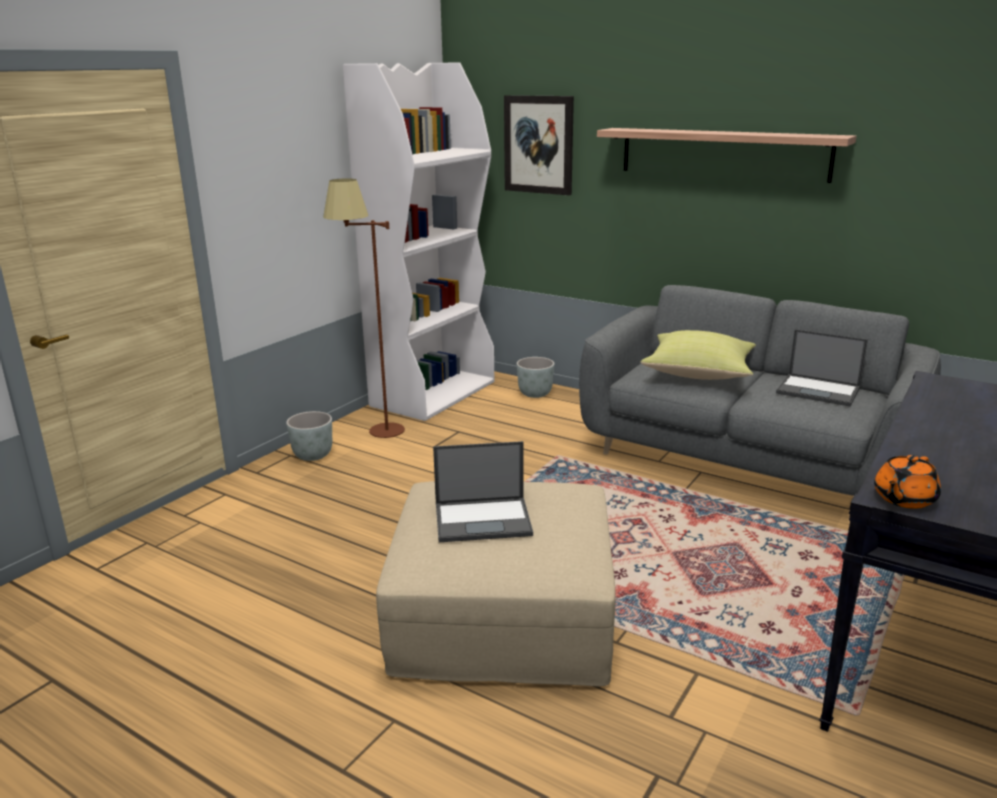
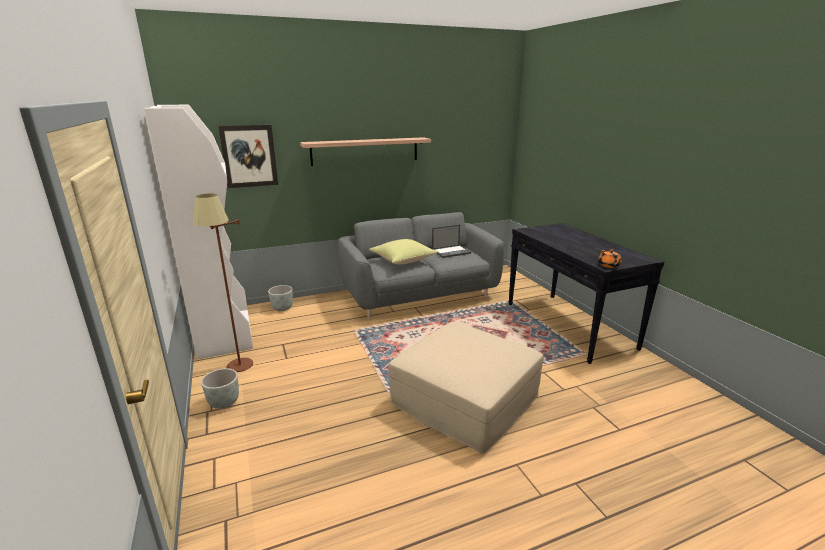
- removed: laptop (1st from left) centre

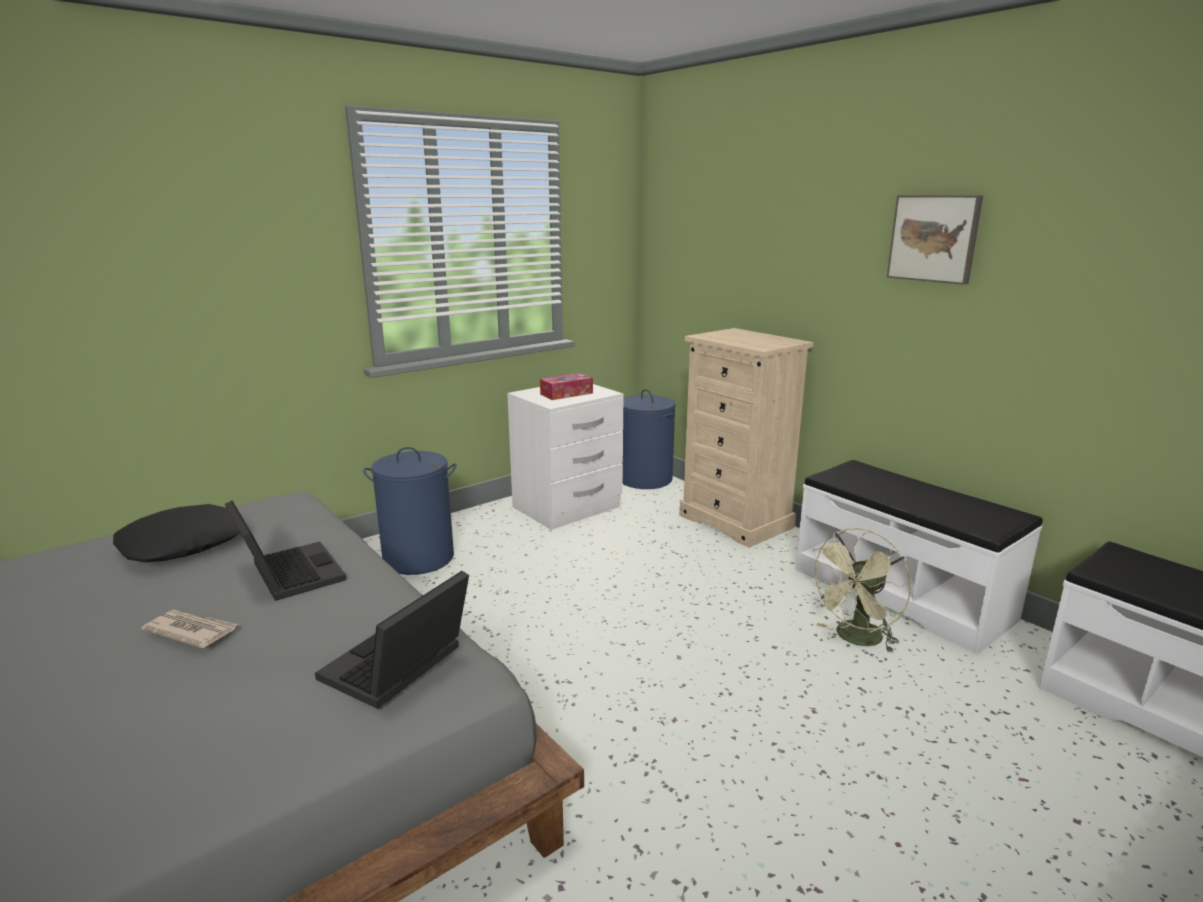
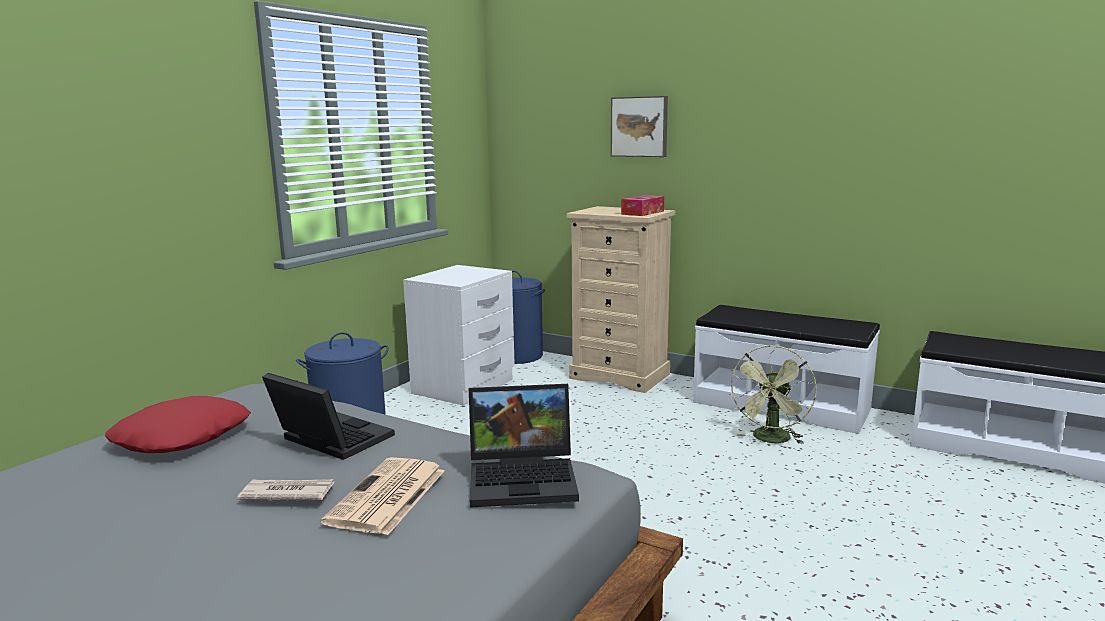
- recoloured: black pillow middle left to red pillow bottom left
- added: newspaper (2nd from left) bottom centre
- turned: laptop (2nd from left) bottom left = bottom centre 105 degrees counterclockwise
- moved: picture top right to top centre
- moved: tissue box centre to top centre

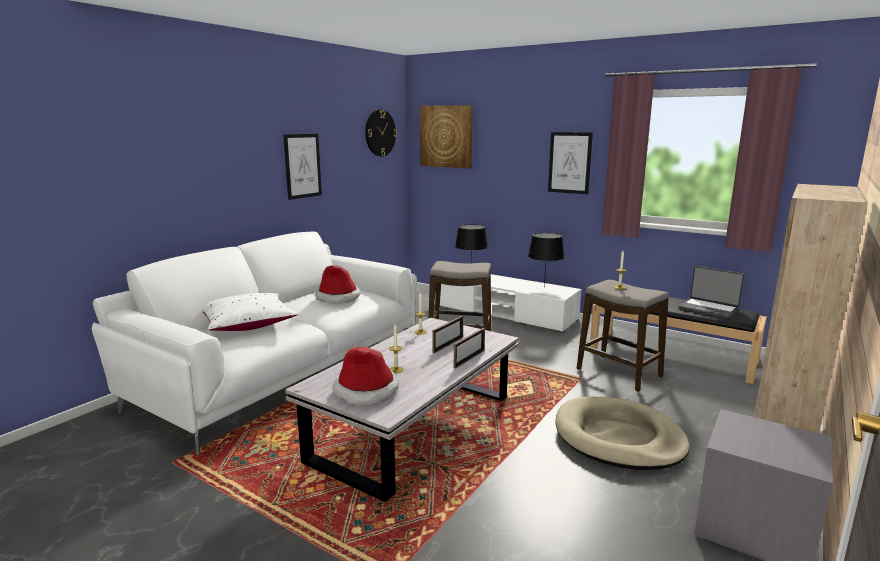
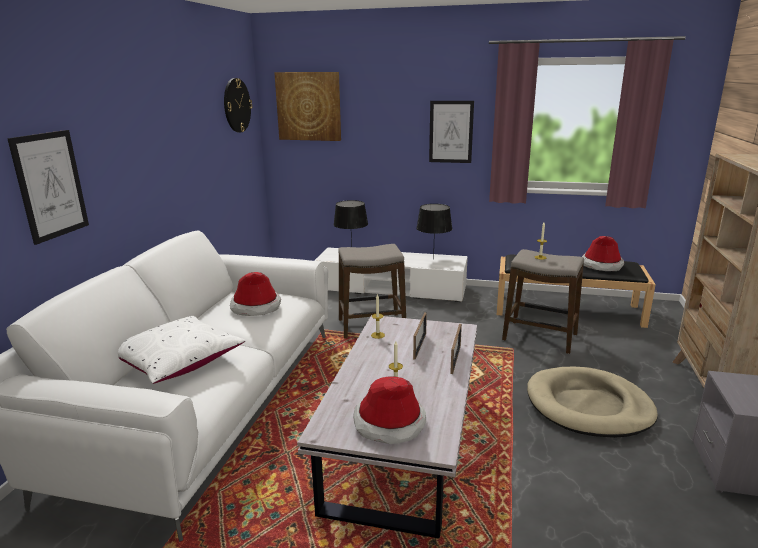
- moved: picture (1st from left) top centre to middle left
- replaced: laptop middle right to hat (3rd from left) middle right

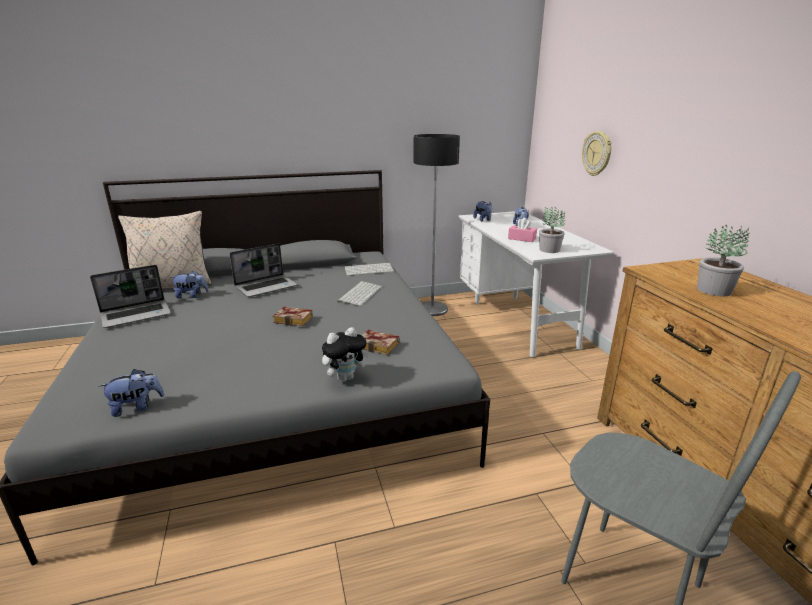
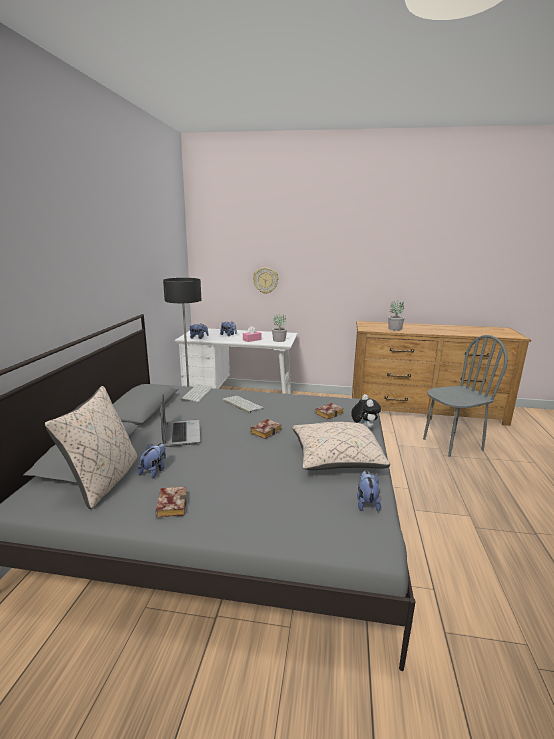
- replaced: laptop (1st from left) middle left to book (1st from left) bottom left
- added: beige pillow (2nd from left) centre

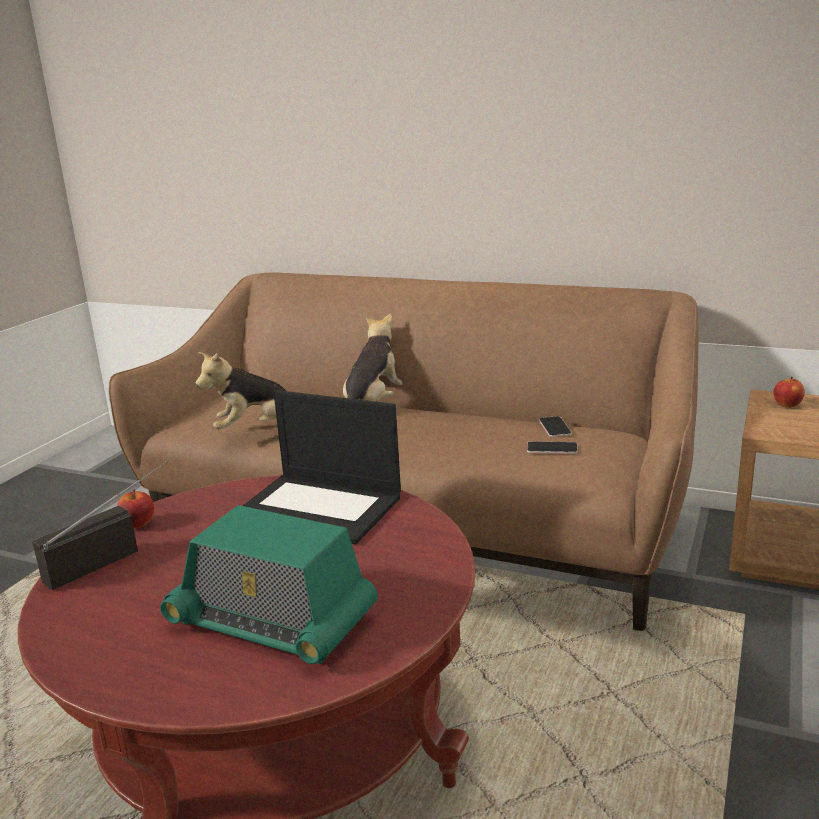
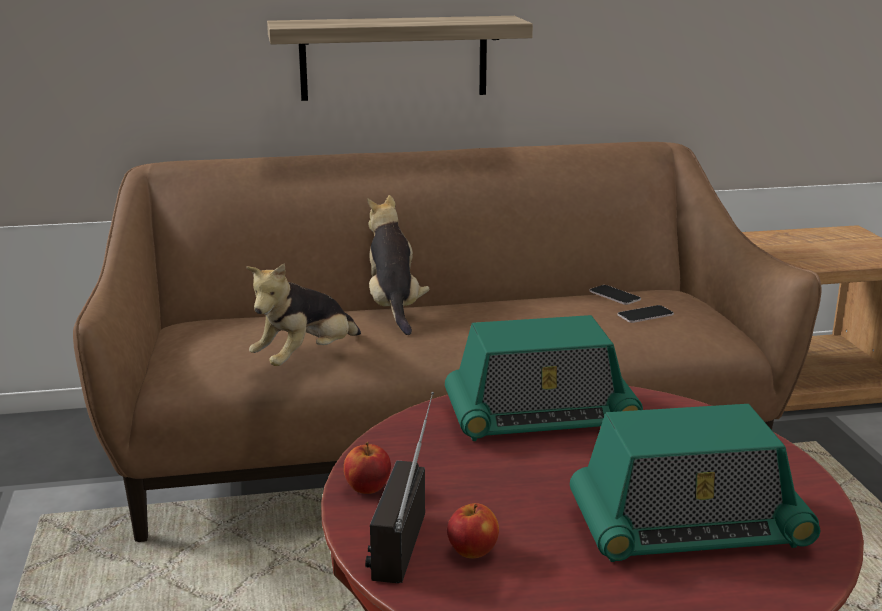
- added: shelf top centre
- replaced: laptop centre to radio (2nd from left) centre
- moved: apple (2nd from left) middle right to bottom centre

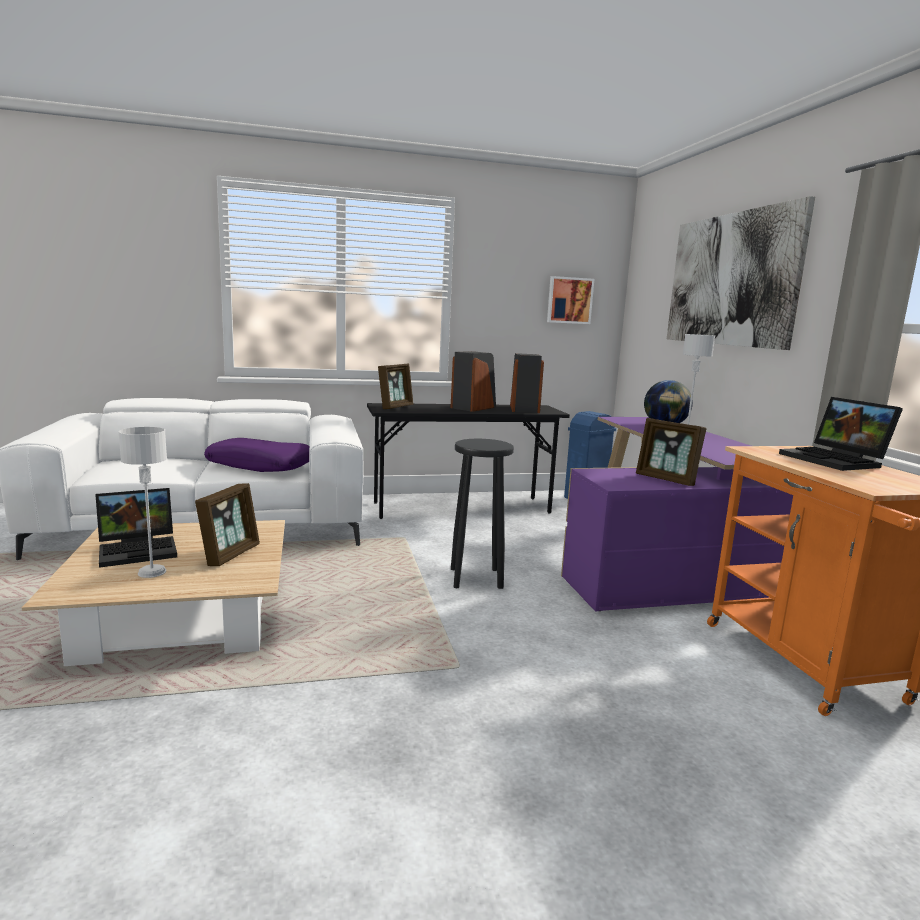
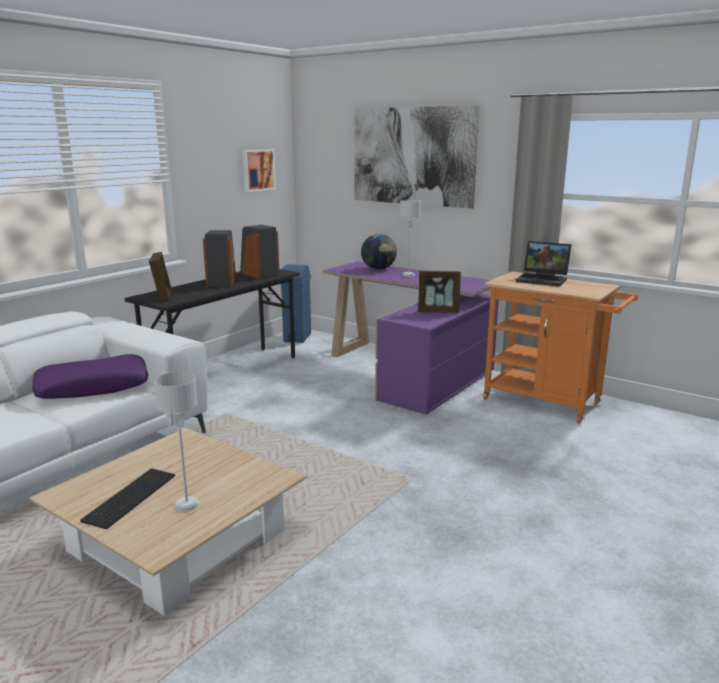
- replaced: laptop (1st from left) middle left to keyboard bottom left
- removed: picture frame (1st from left) middle left
- removed: black stool centre

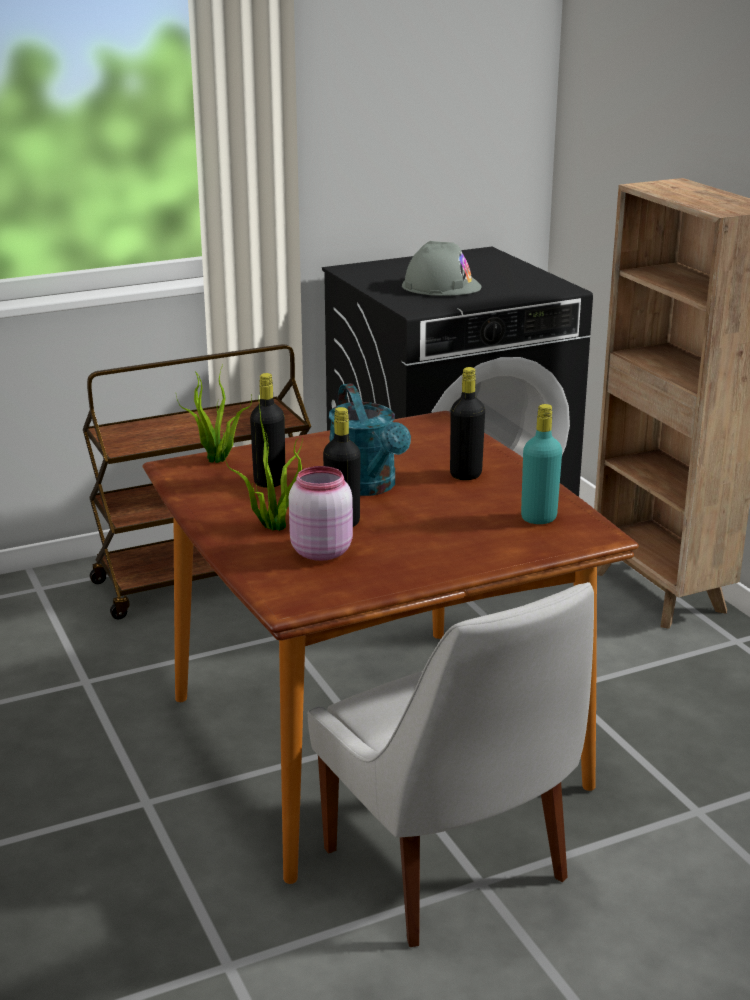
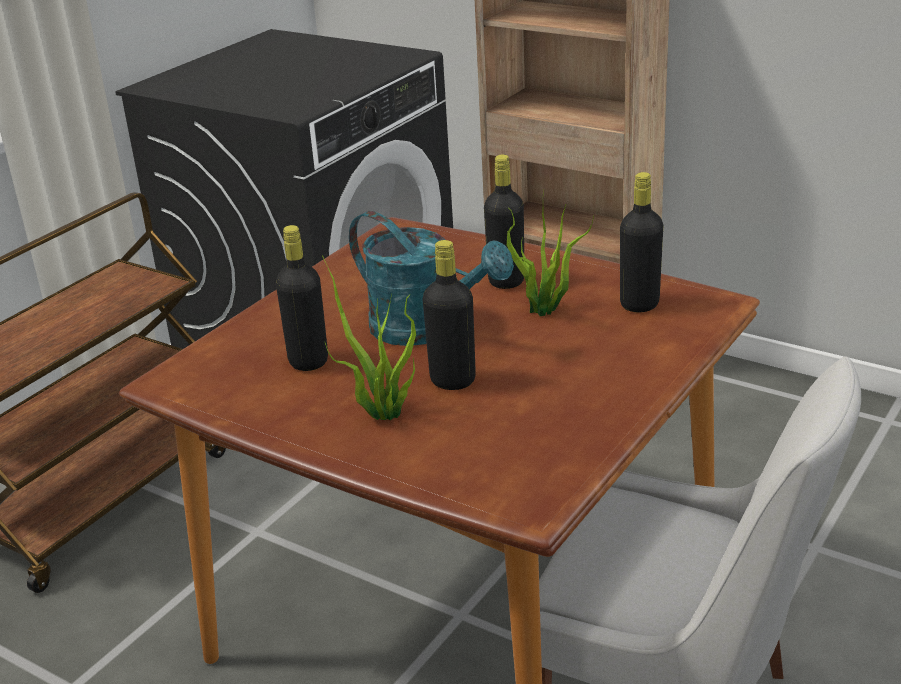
- moved: potted plant (1st from left in the first image) middle left to potted plant (2nd from left) centre
- recoloured: turquoise bottle middle right to black bottle (4th from left) middle right
- removed: pink jar centre
- removed: grey hard hat top centre

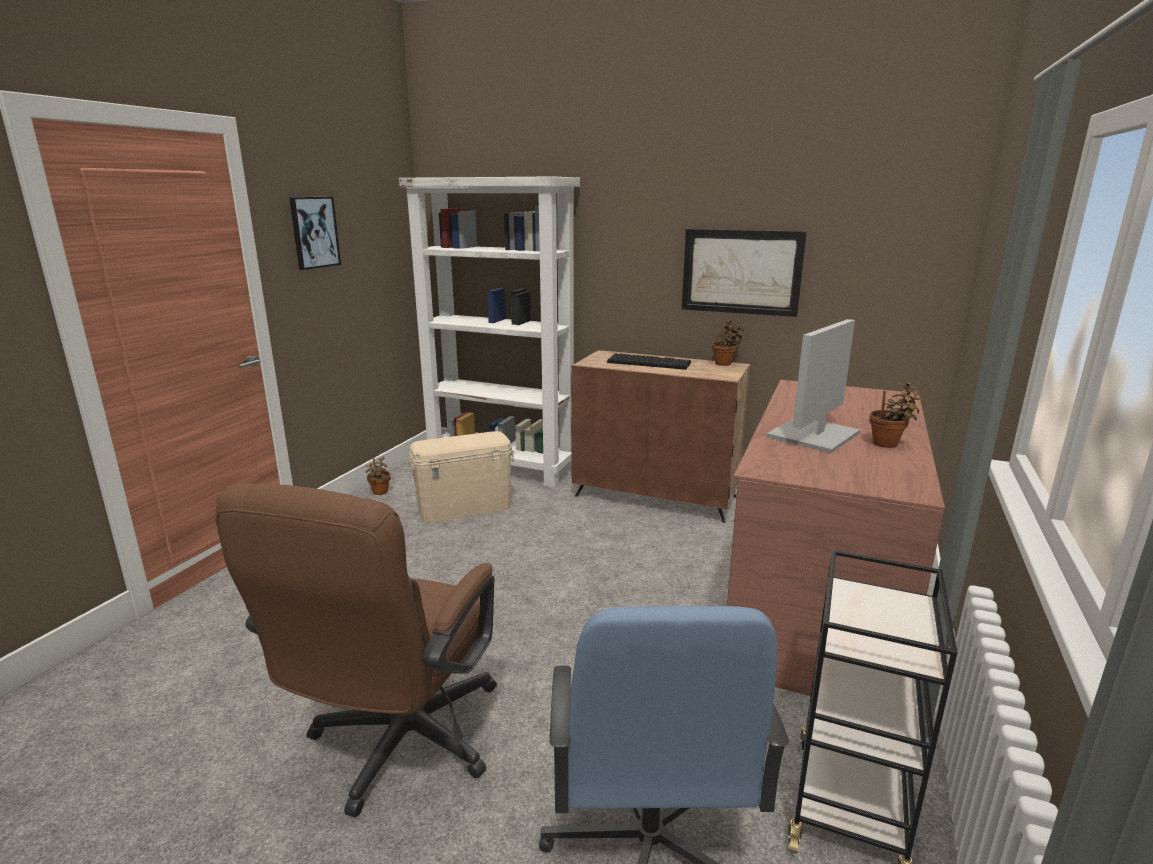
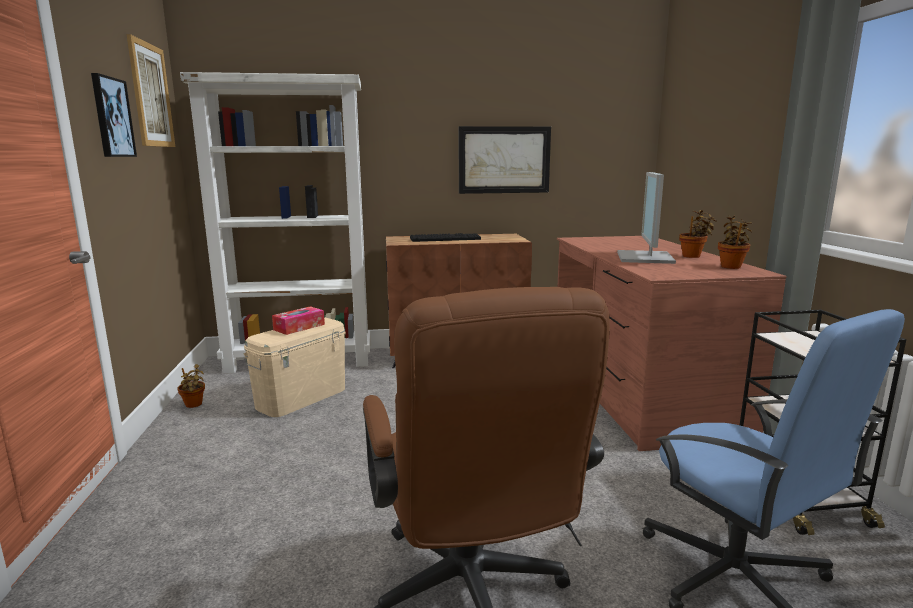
- added: picture (2nd from left) top left
- added: tissue box middle left
- moved: potted plant (2nd from left in the first image) centre to potted plant (3rd from left) middle right

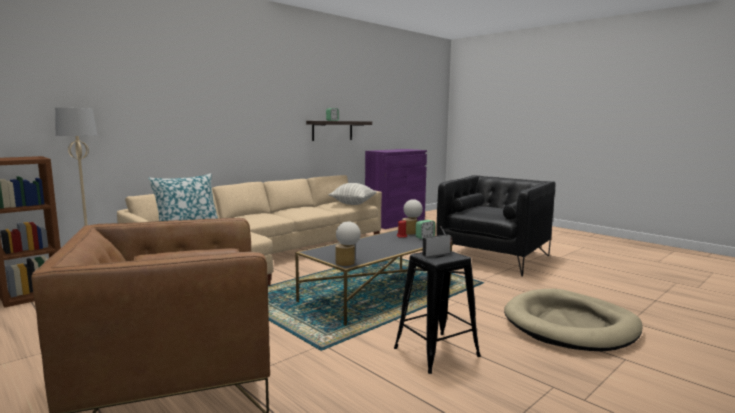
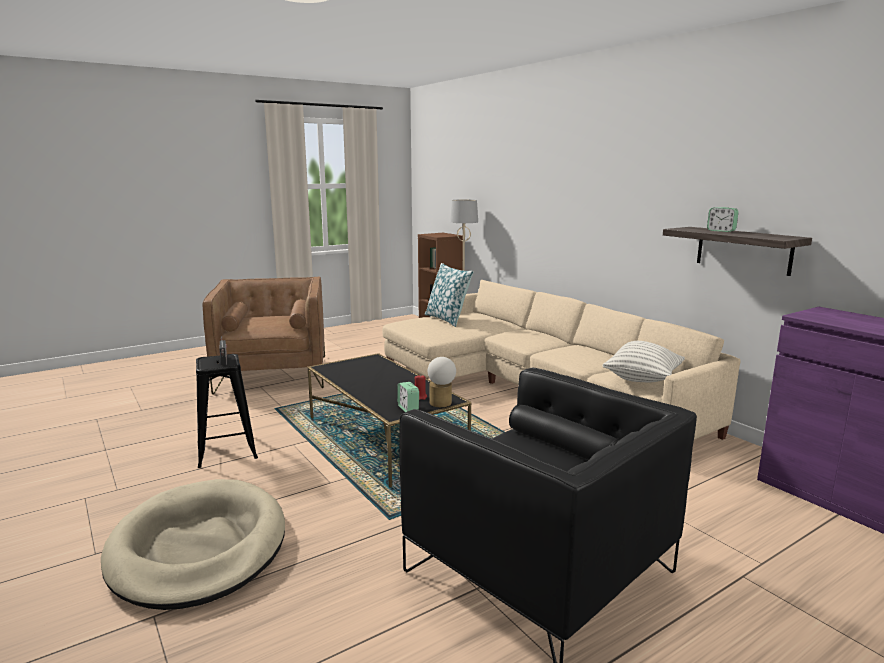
- removed: table lamp (1st from left) centre

